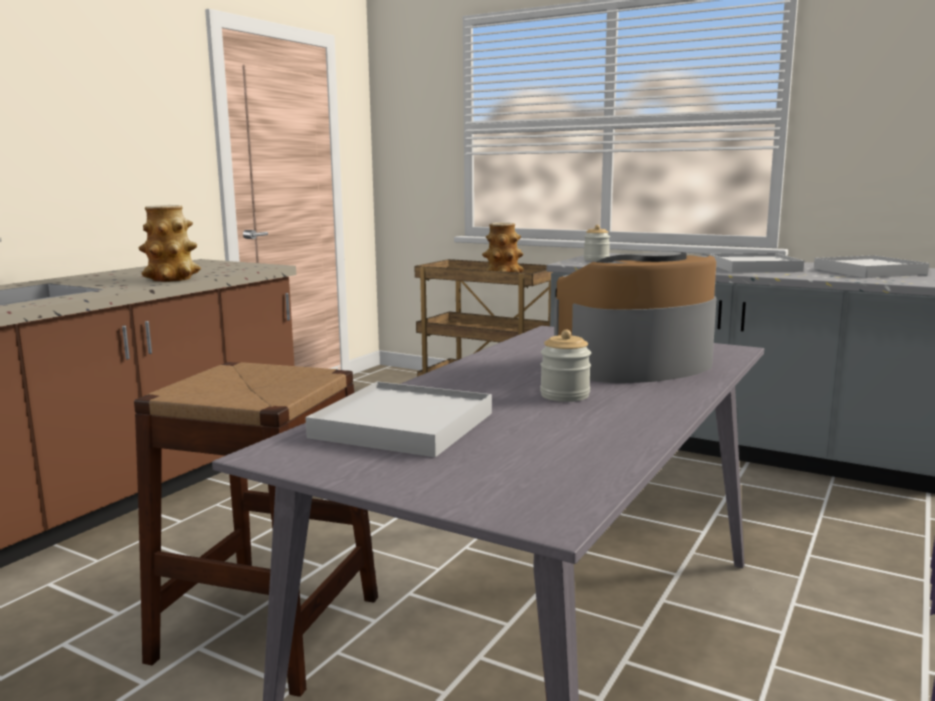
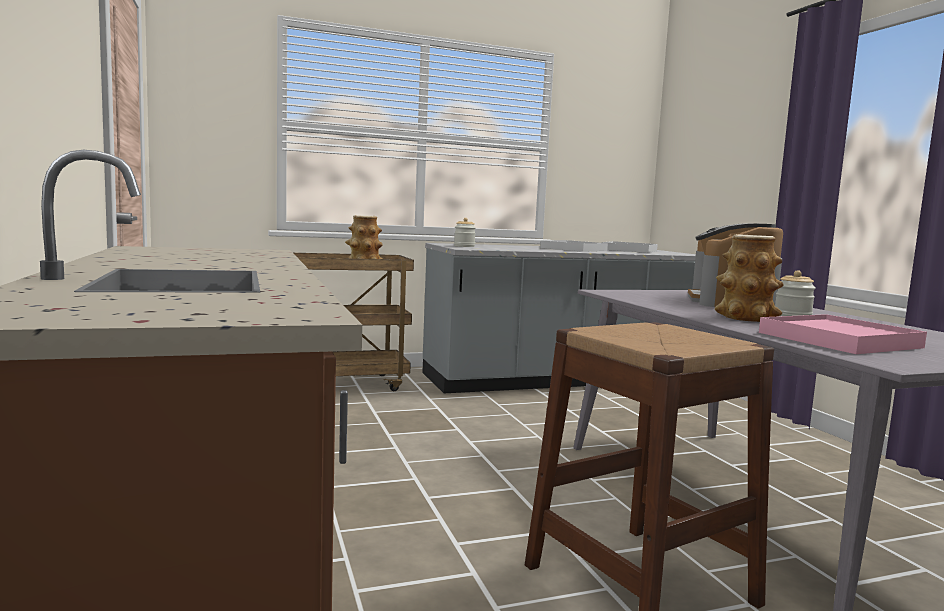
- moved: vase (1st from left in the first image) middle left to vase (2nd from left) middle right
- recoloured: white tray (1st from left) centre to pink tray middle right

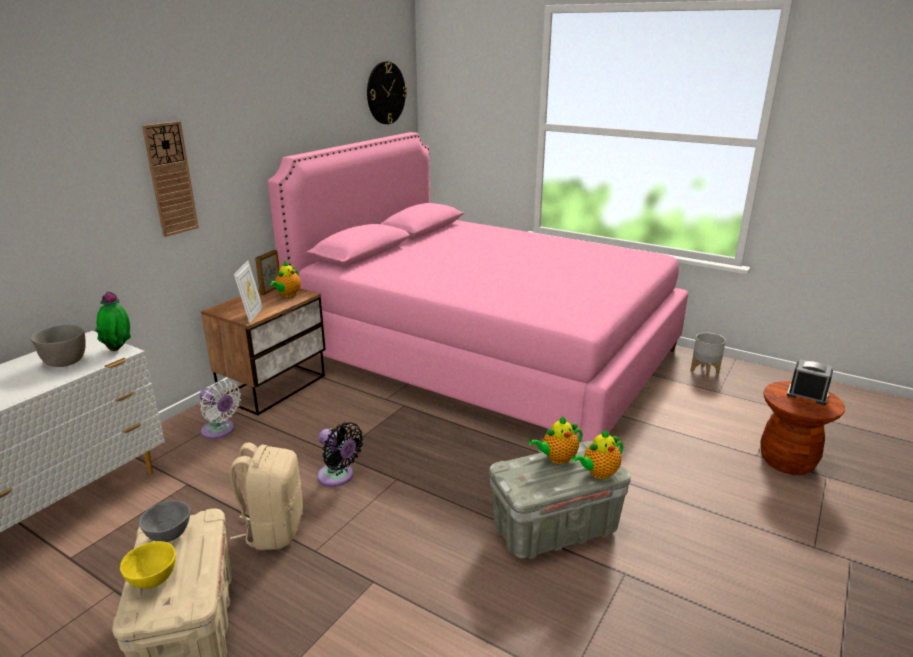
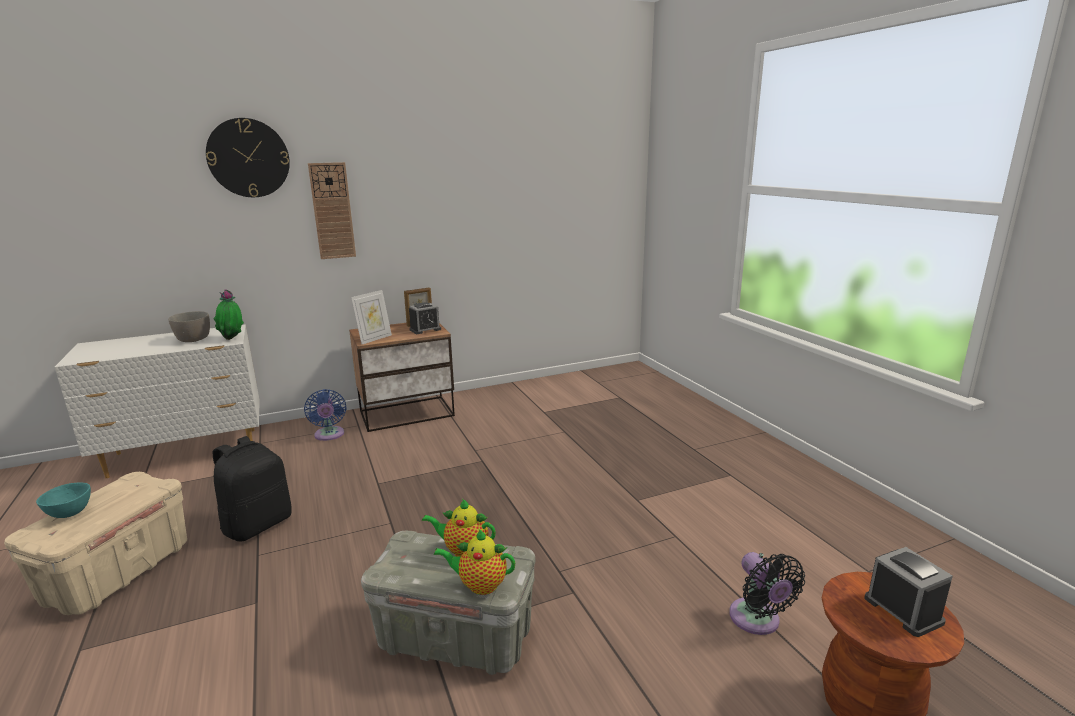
- recoloured: yellow bowl bottom left to turquoise bowl bottom left
- moved: wall clock (2nd from left in the first image) top centre to wall clock (1st from left) top left
- recoloured: beige backpack bottom left to black backpack bottom left
- recoloured: white fan middle left to blue fan middle left
- replaced: teapot (1st from left) middle left to alarm clock (1st from left) centre
- moved: black fan bottom centre to bottom right
- removed: grey bowl (2nd from left) bottom left
- removed: pink bed centre
- removed: grey planter middle right

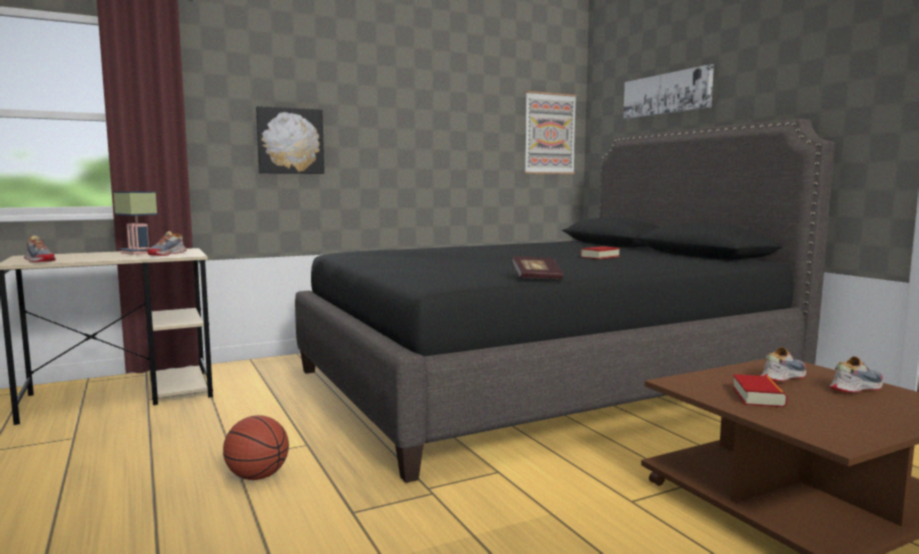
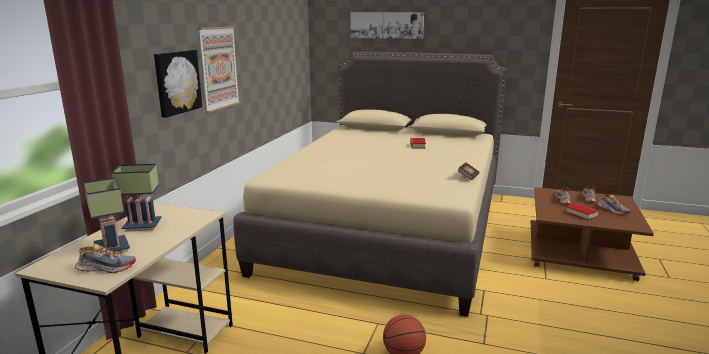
- added: table lamp (1st from left) middle left
- moved: picture (2nd from left) top centre to top left
- recoloured: black bed centre to beige bed centre
- moved: shoe (2nd from left in the first image) middle left to shoe (4th from left) middle right

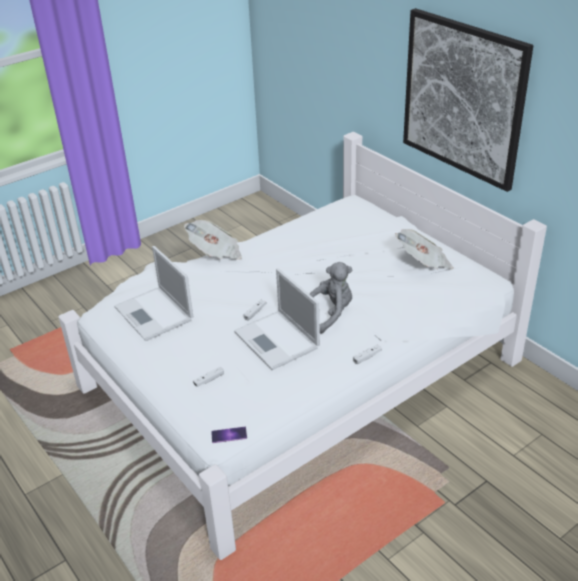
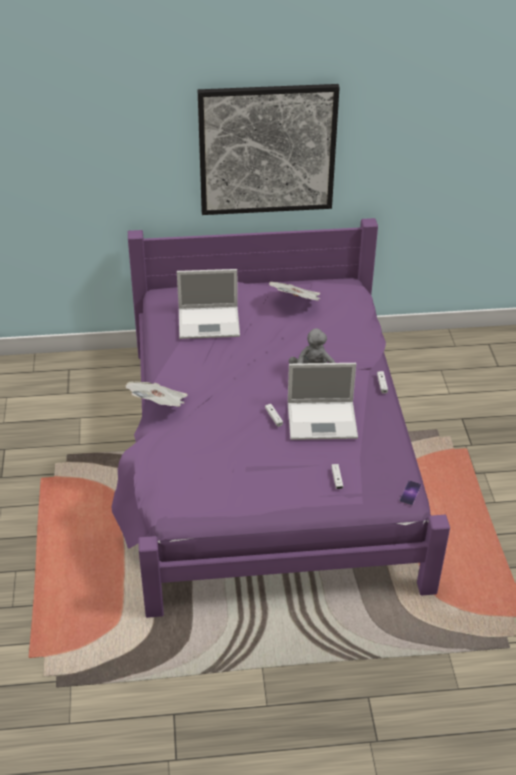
- recoloured: white bed centre to purple bed centre
- moved: laptop (1st from left) middle left to centre

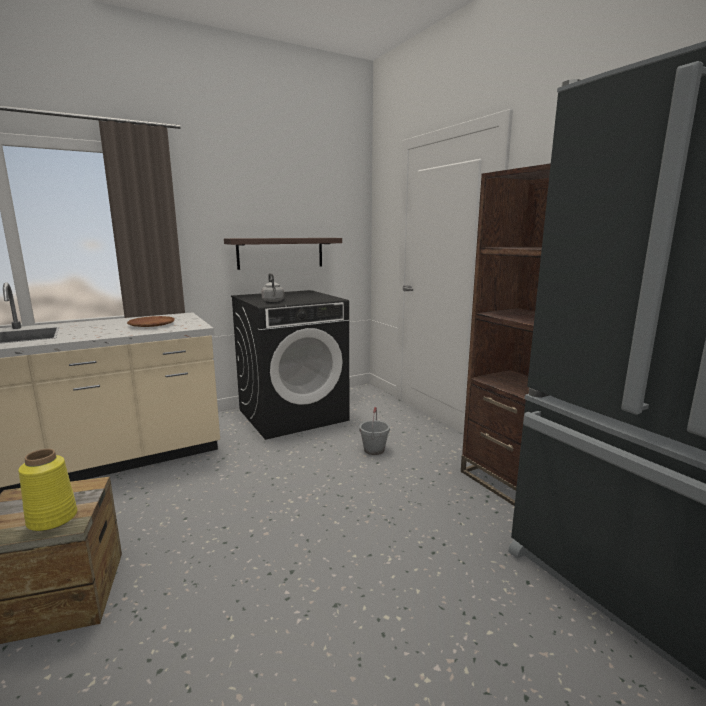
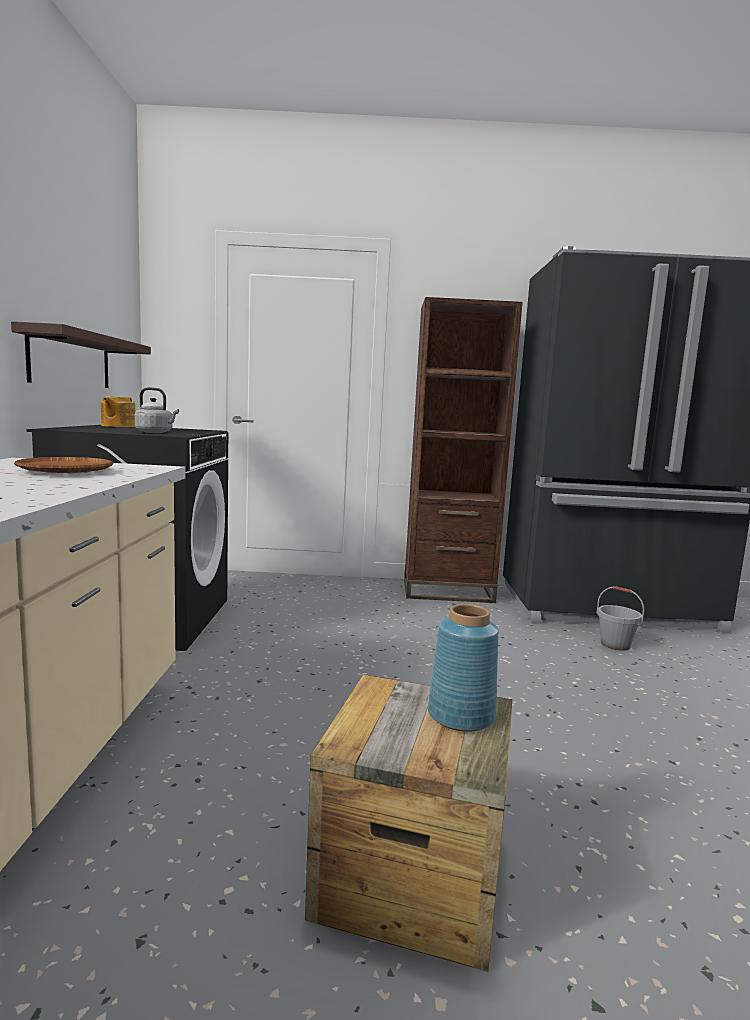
- added: teapot middle left
- recoloured: yellow vase bottom left to blue vase centre
- moved: grey bucket centre to middle right

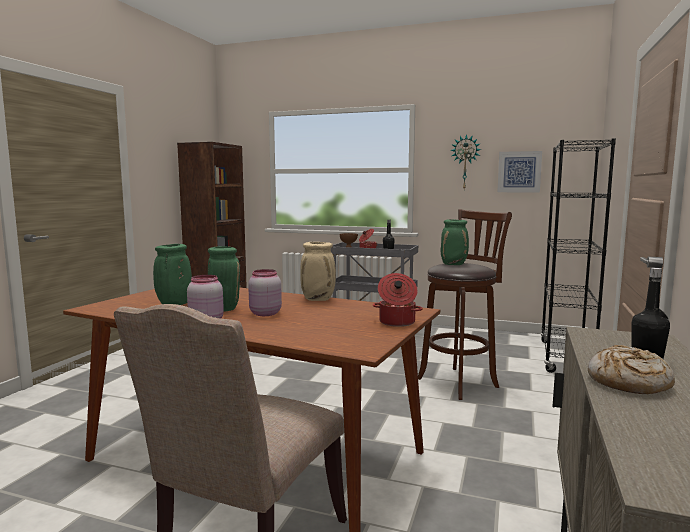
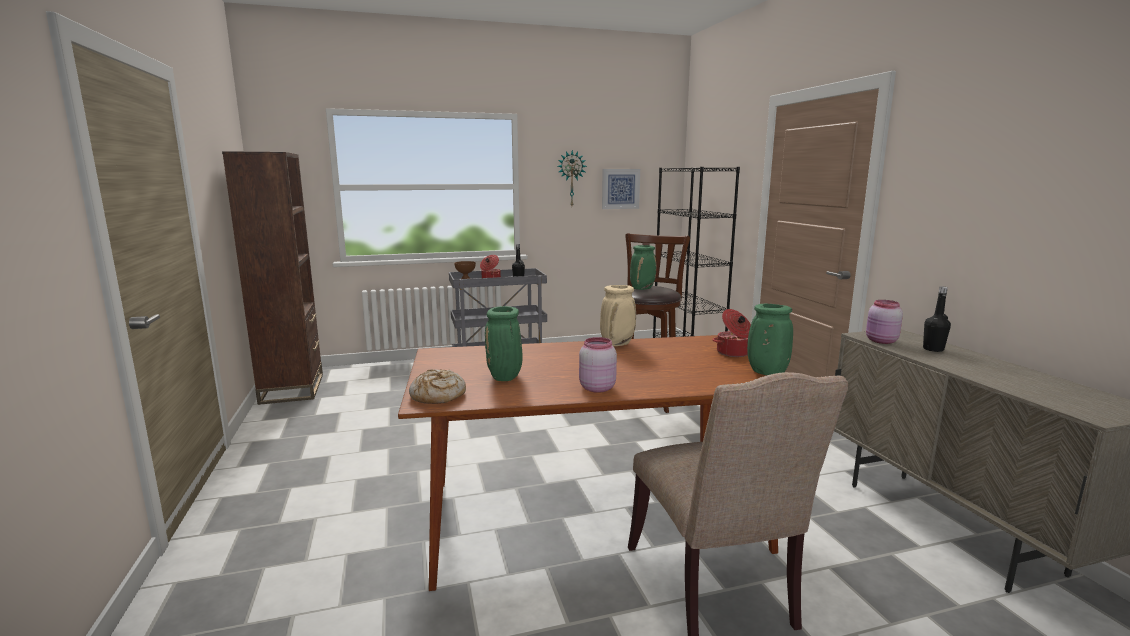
- moved: bread bottom right to centre
- moved: green vase (2nd from left in the first image) middle left to green vase (3rd from left) middle right
- moved: pink jar (2nd from left) centre to middle right

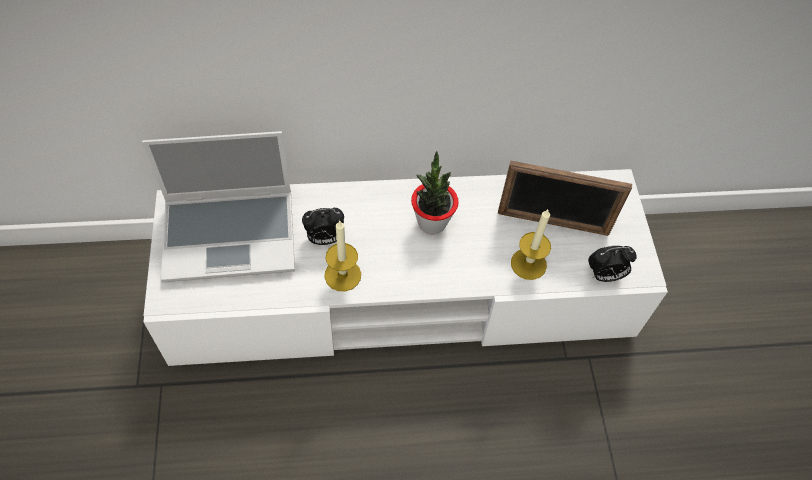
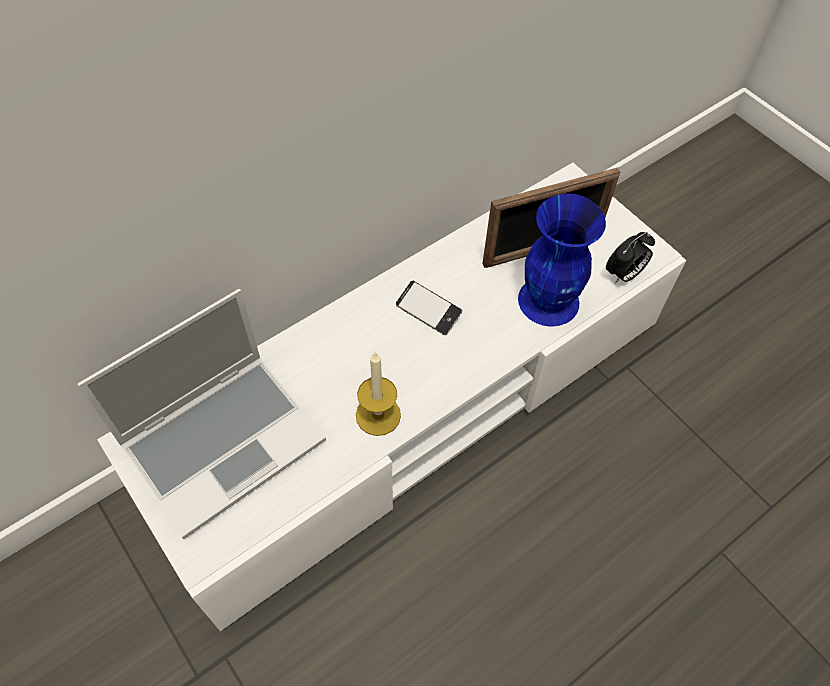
- replaced: potted plant centre to phone centre
- replaced: candle (2nd from left) centre to blue vase middle right
- removed: alarm clock (1st from left) centre

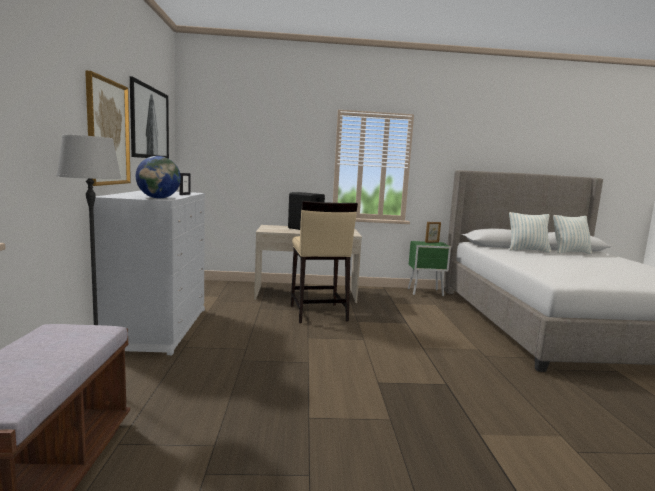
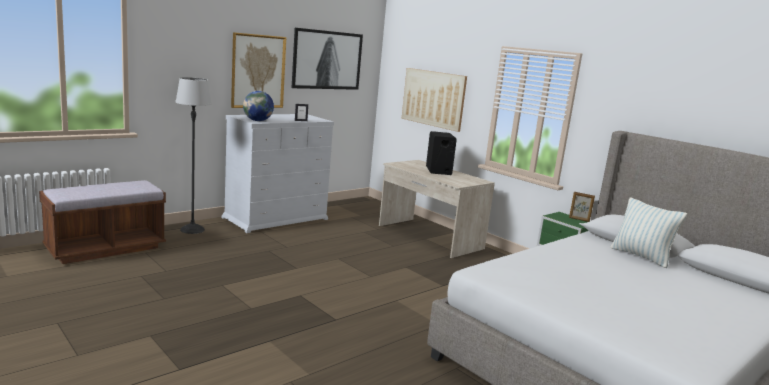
- added: picture (3rd from left) top centre
- removed: beige stool centre
- removed: pillow (2nd from left) middle right

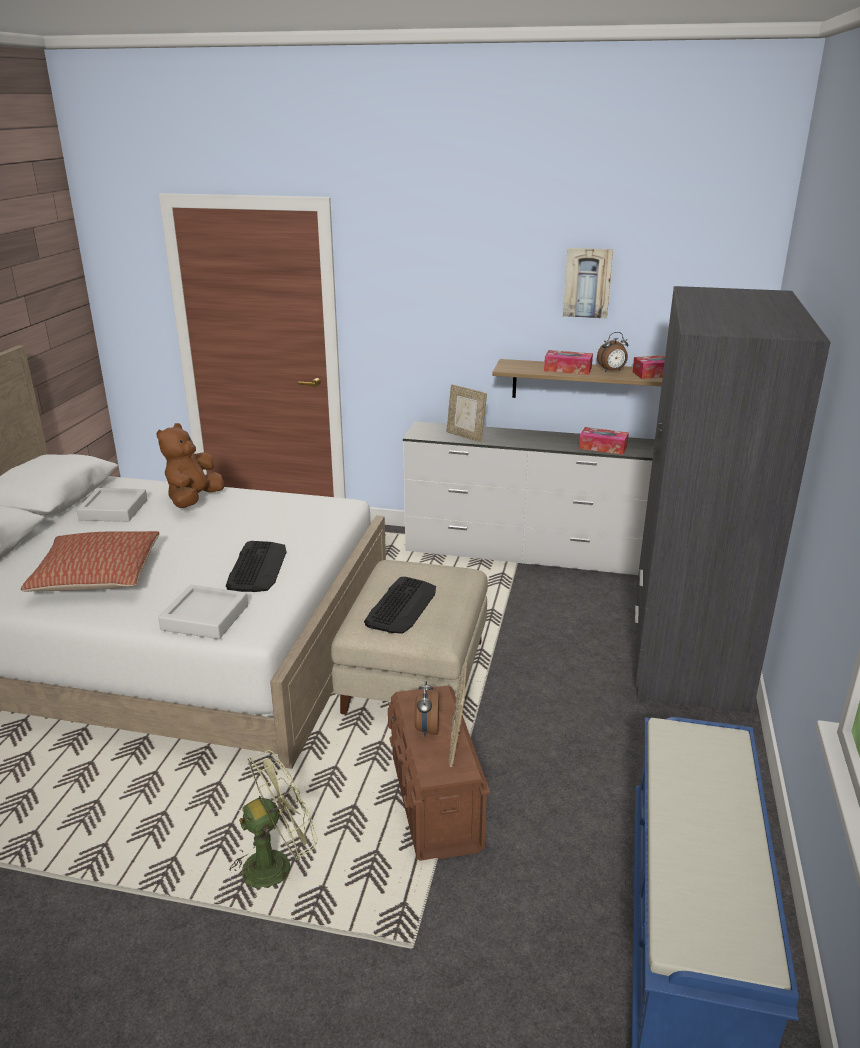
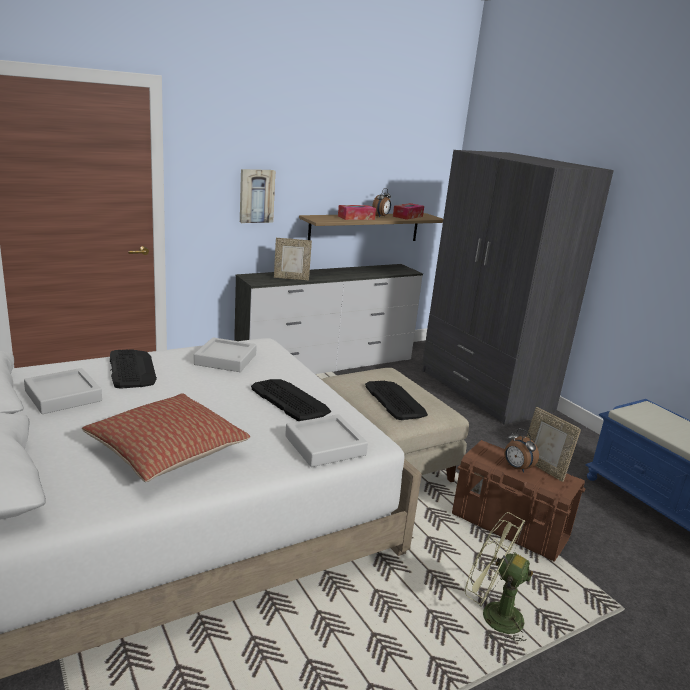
- replaced: brown plush toy middle left to keyboard (1st from left) middle left
- added: grey tray (2nd from left) middle left
- moved: picture top right to top centre
- turned: green fan bottom left = bottom right 75 degrees counterclockwise
- removed: tissue box (2nd from left) middle right

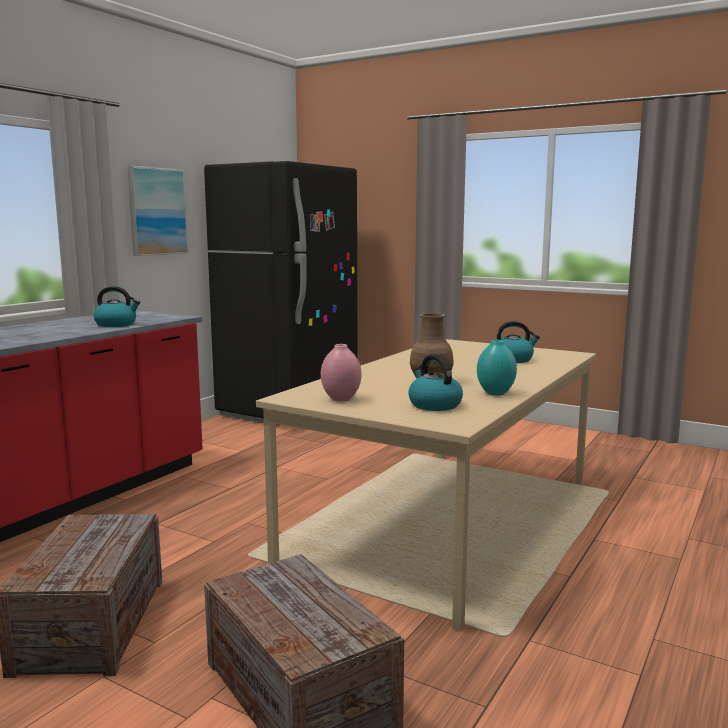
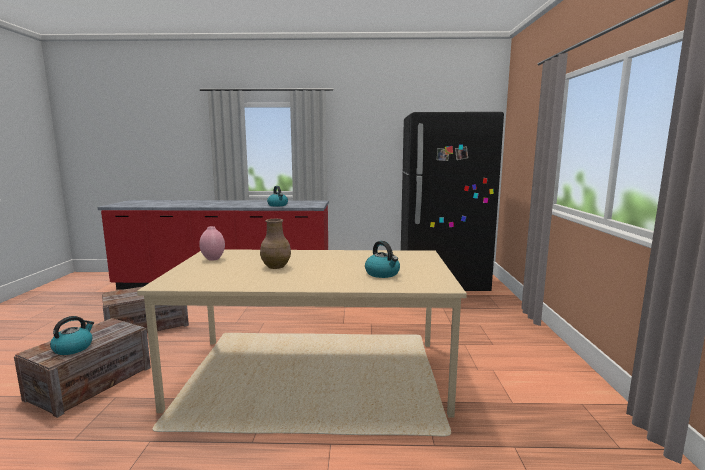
- moved: kettle (2nd from left in the first image) centre to kettle (1st from left) bottom left
- removed: picture top left
- removed: turquoise vase middle right

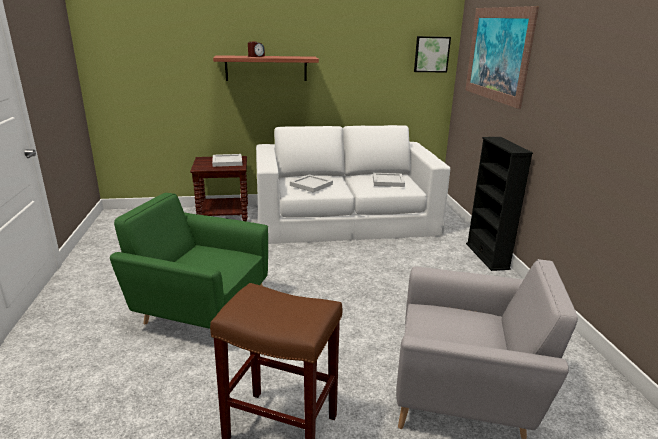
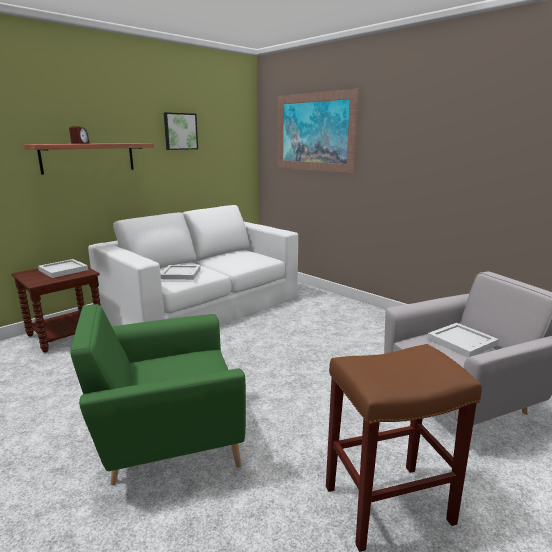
- moved: picture (1st from left) top centre to top left
- moved: white tray (3rd from left) centre to middle right
- removed: black bookcase middle right

